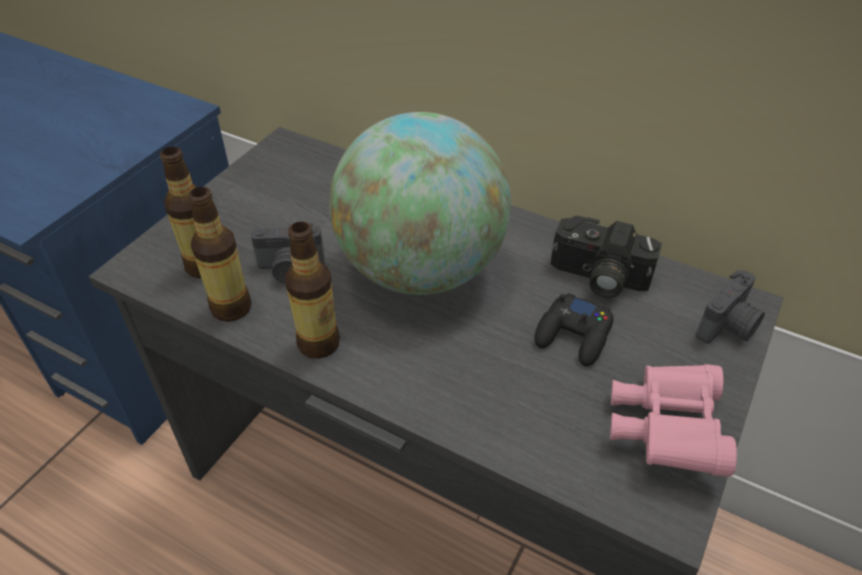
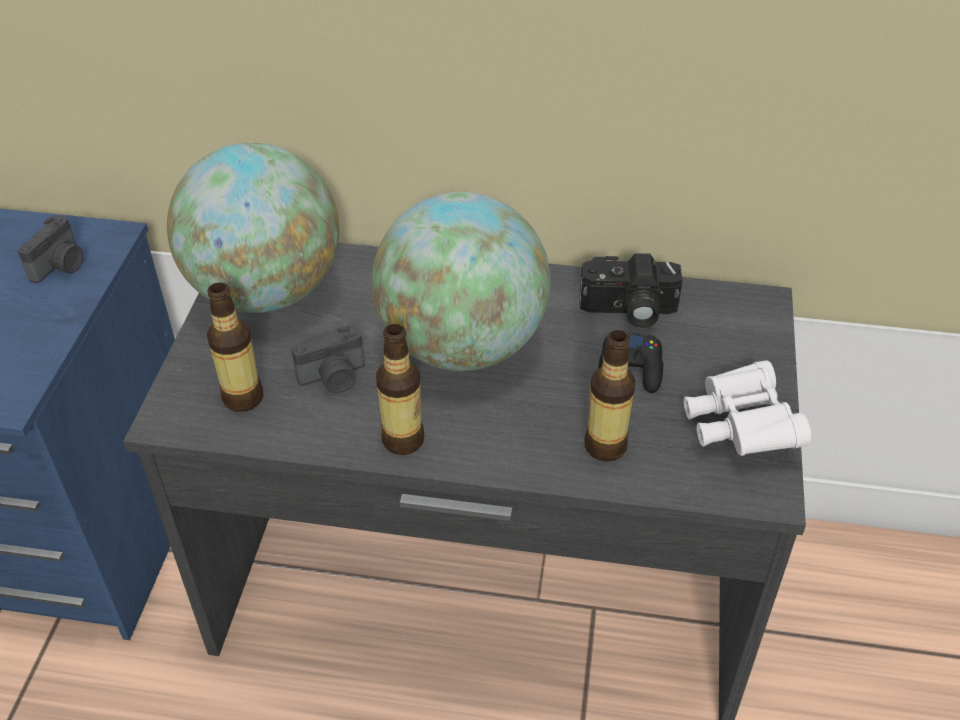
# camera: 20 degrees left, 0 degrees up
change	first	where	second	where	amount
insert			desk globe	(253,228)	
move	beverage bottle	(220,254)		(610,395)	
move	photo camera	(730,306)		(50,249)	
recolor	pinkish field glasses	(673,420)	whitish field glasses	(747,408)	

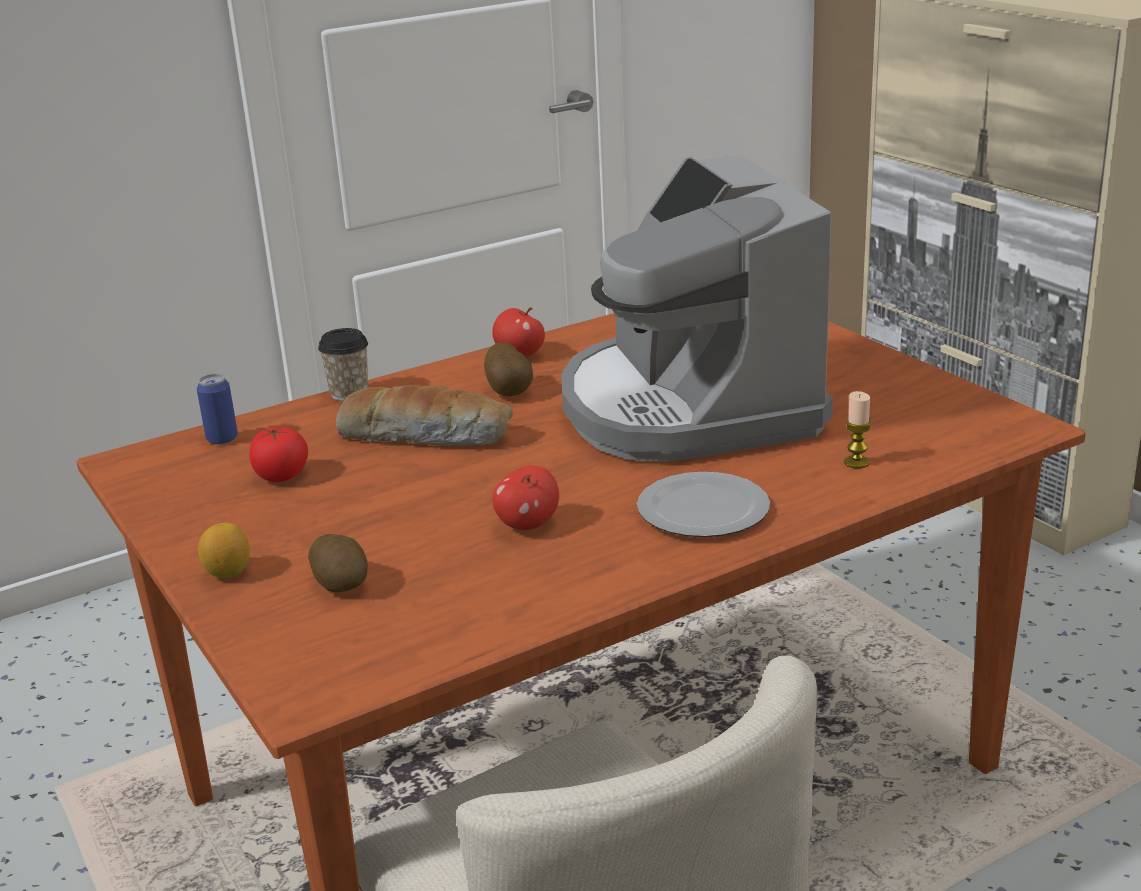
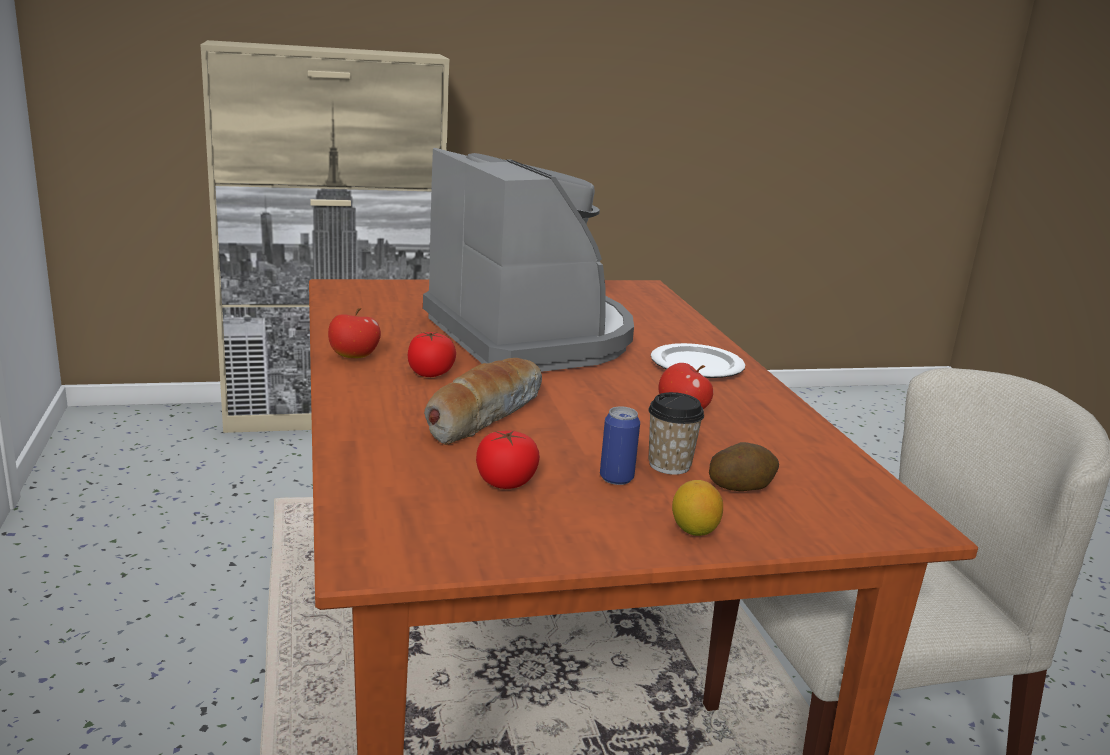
# camera: 75 degrees left, 5 degrees down
change	first	where	second	where	amount
delete	wax light	(858,429)			
move	can	(217,409)		(620,445)	
move	small cup	(343,364)		(676,433)	
replace	whole potato	(508,369)	tomato	(432,354)	
rotate	coffee maker	(697,308)		(528,260)	120 degrees counterclockwise

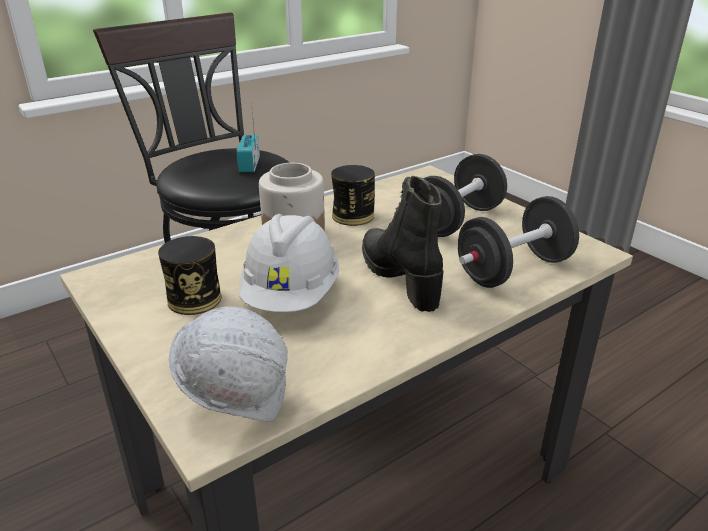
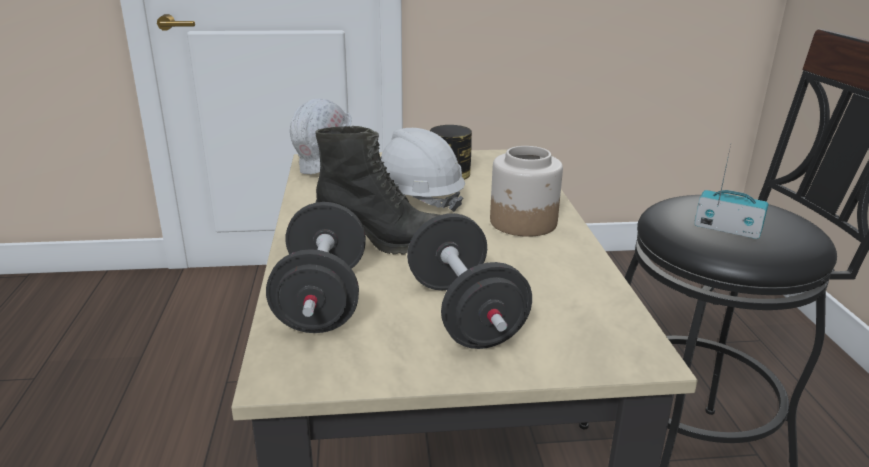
# camera: 120 degrees right, 5 degrees down
change	first	where	second	where	amount
delete	can	(353,195)			

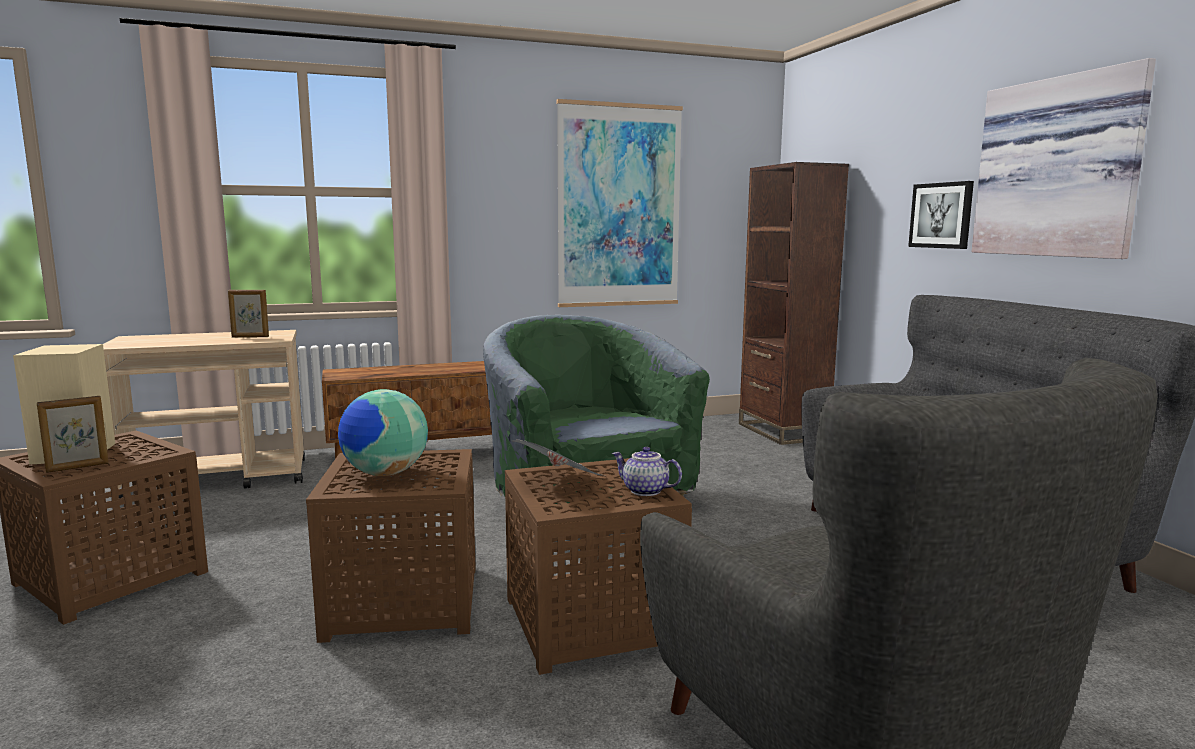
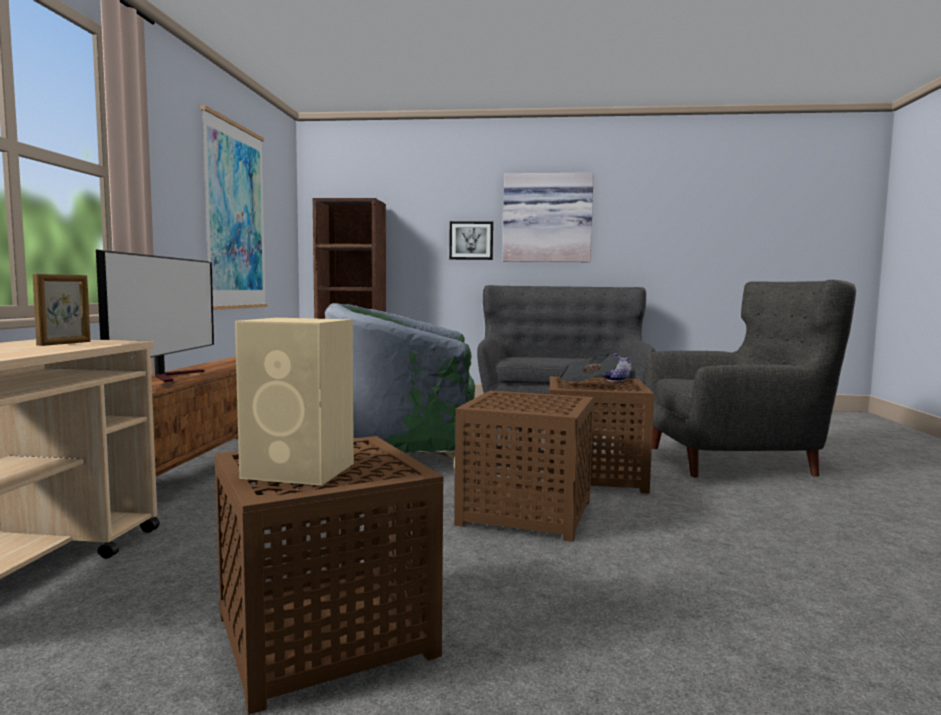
# camera: 65 degrees left, 5 degrees down
change	first	where	second	where	amount
delete	photo frame	(72,434)			
delete	desk globe	(383,432)			
insert			television	(155,316)	

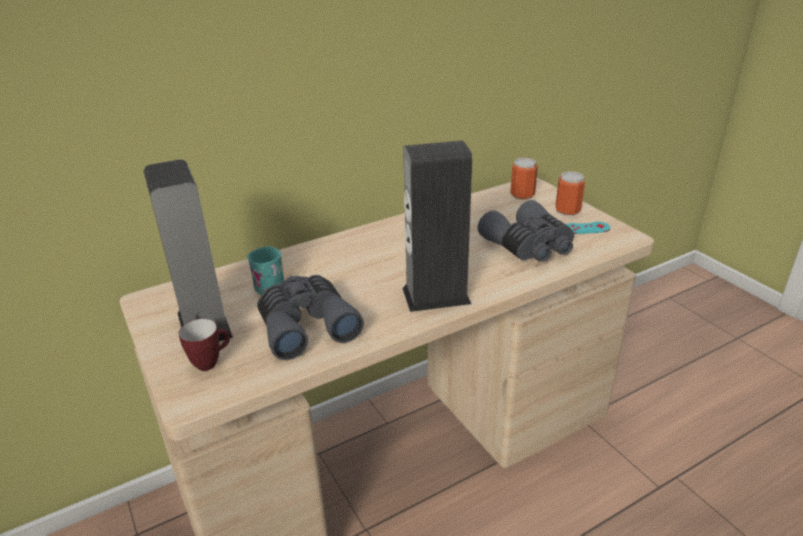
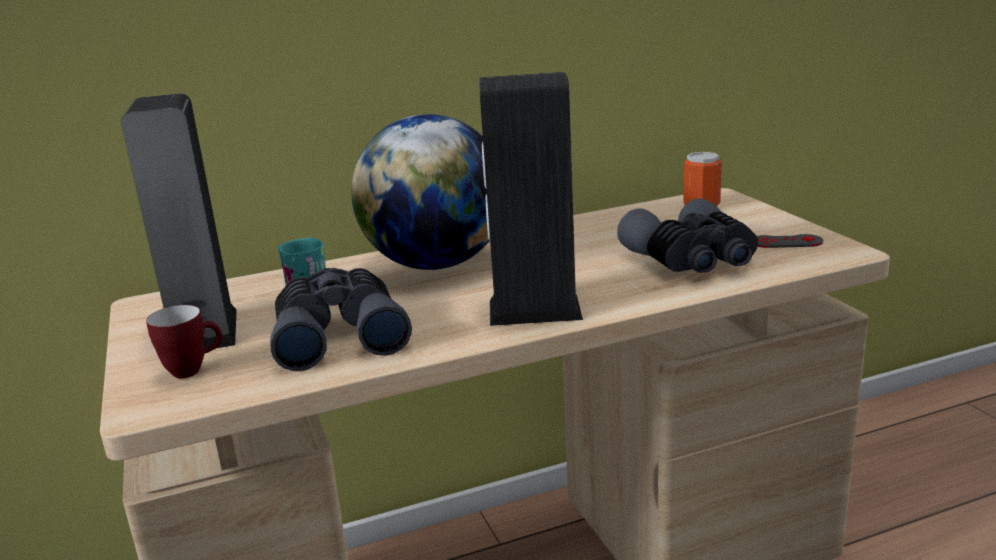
# camera: 10 degrees right, 10 degrees down
change	first	where	second	where	amount
delete	can	(570,194)			
insert			desk globe	(420,192)	
recolor	turquoise-coloured game controller	(588,227)	greyish game controller	(790,241)	

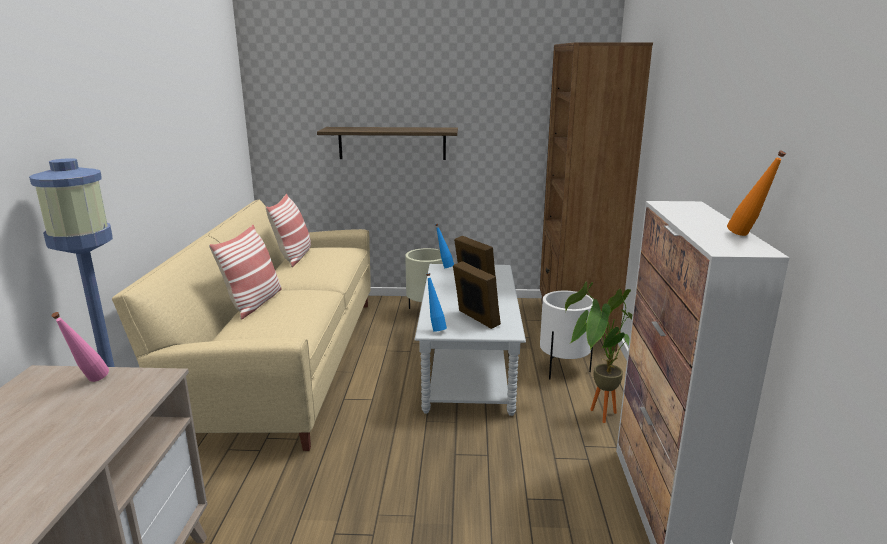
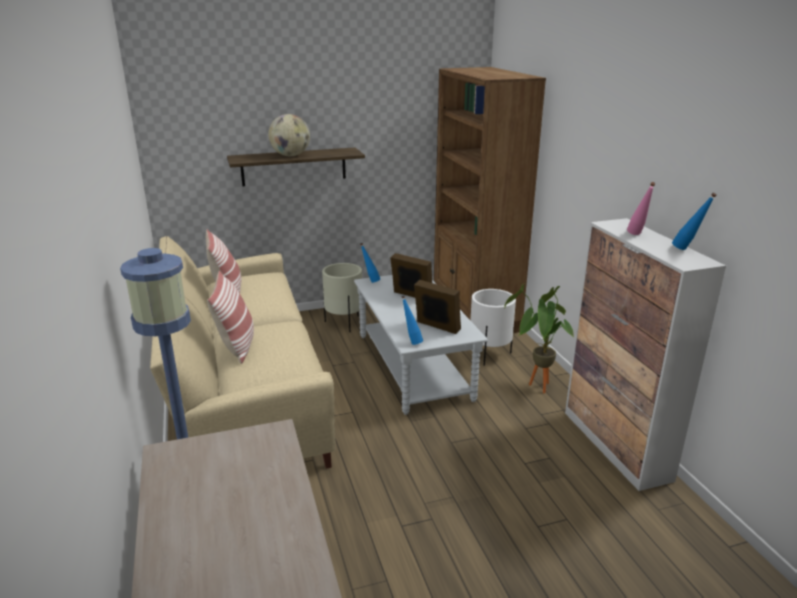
# camera: 20 degrees left, 5 degrees up
change	first	where	second	where	amount
insert			desk globe	(289,135)	
move	pinkish beverage bottle	(80,347)		(641,208)	
recolor	orange beverage bottle	(756,193)	bluish beverage bottle	(694,221)	

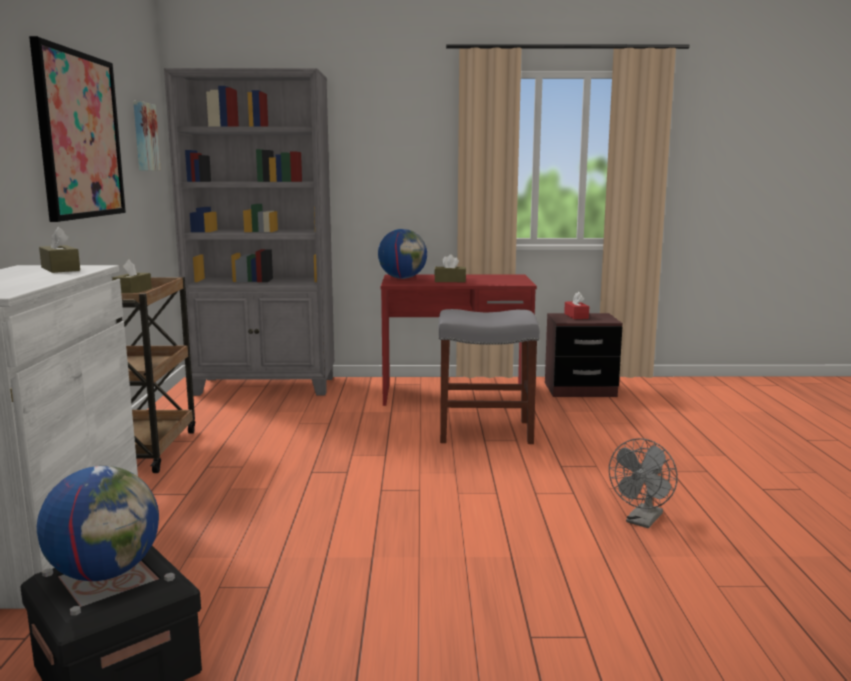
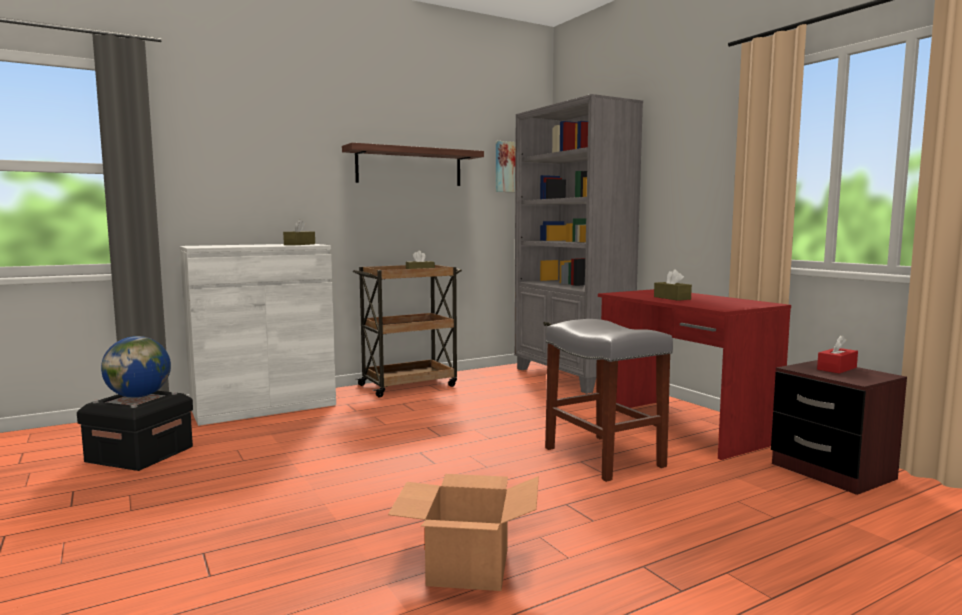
# camera: 60 degrees right, 5 degrees down
change	first	where	second	where	amount
delete	desk globe	(402,254)			
replace	wall art	(77,129)	wall shelf	(413,164)	
replace	greyish cooling fan	(643,483)	cardboard box	(463,532)	

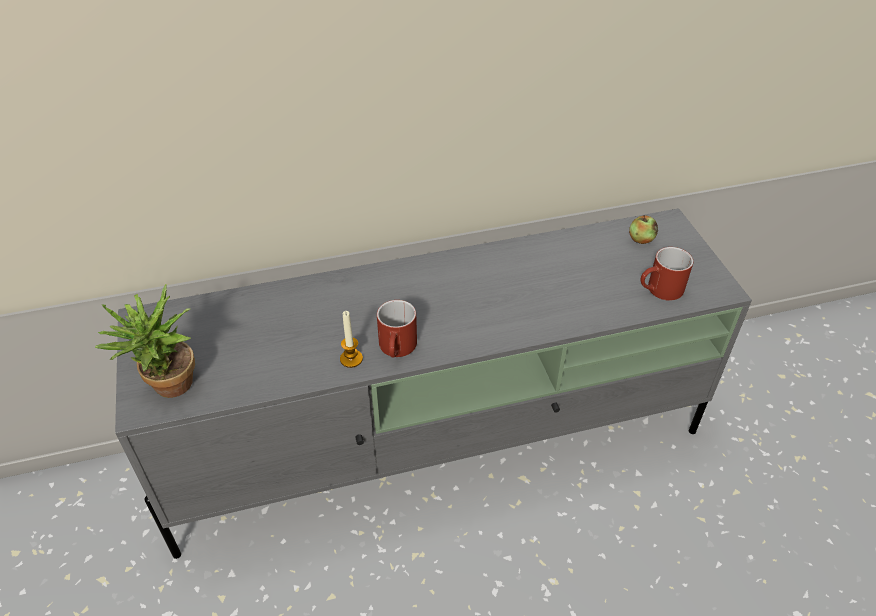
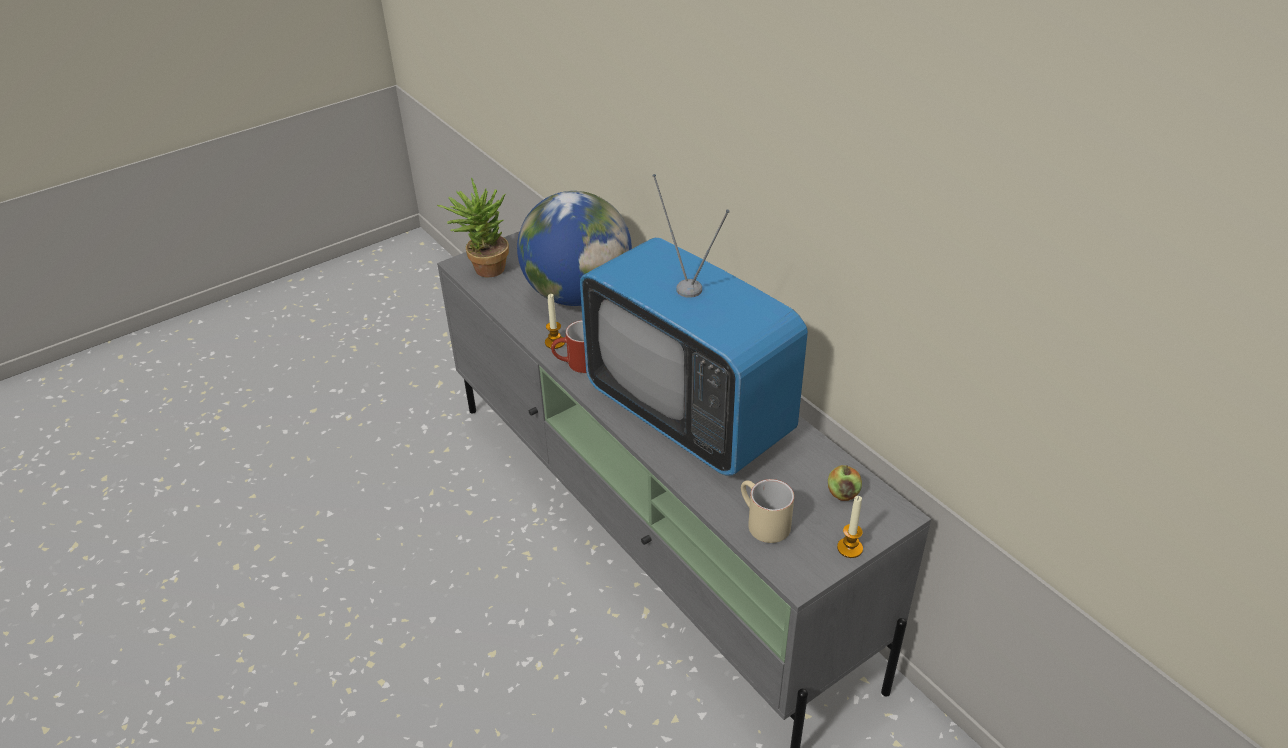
# camera: 70 degrees right, 5 degrees down
change	first	where	second	where	amount
insert			desk globe	(574,248)	
insert			television	(694,325)	
insert			wax light	(850,527)	
recolor	red coffee mug	(667,274)	sand-coloured coffee mug	(767,511)	

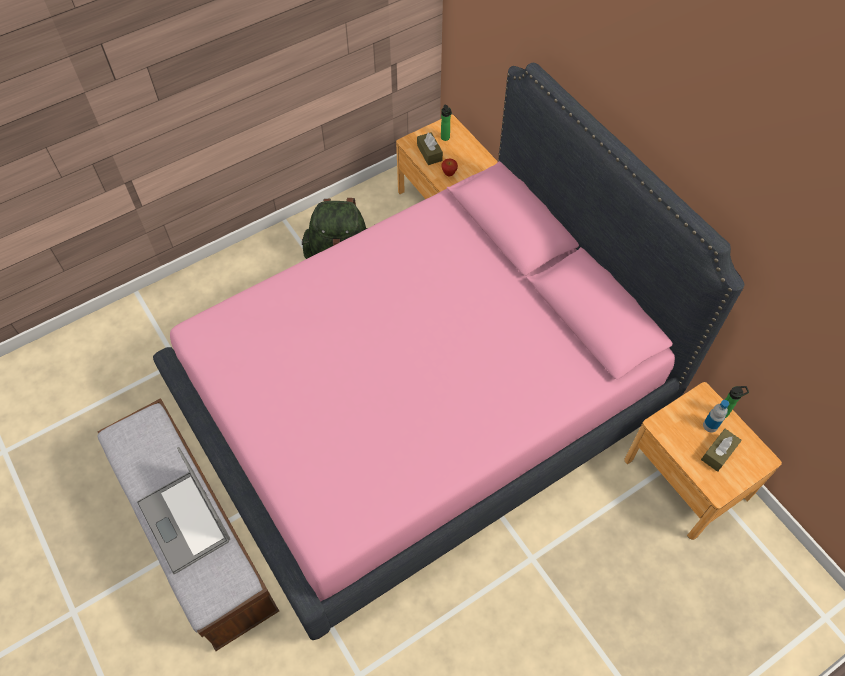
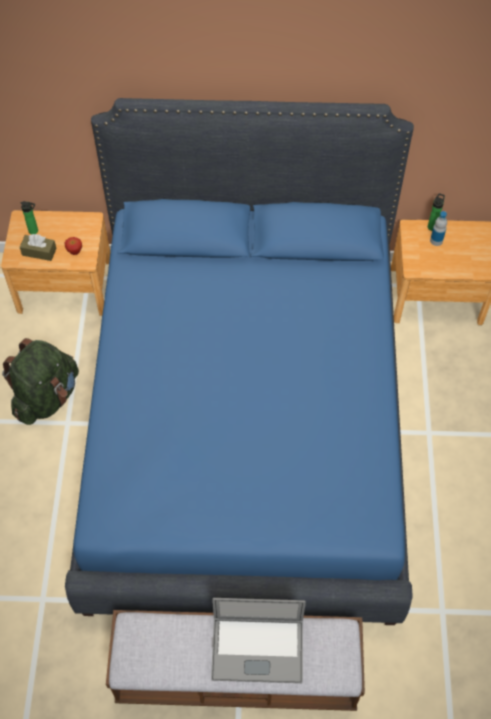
# camera: 55 degrees left, 0 degrees up
change	first	where	second	where	amount
delete	brown tissue holder	(721,450)			
recolor	pinkish sleeping bed	(448,351)	bluish sleeping bed	(239,361)	

